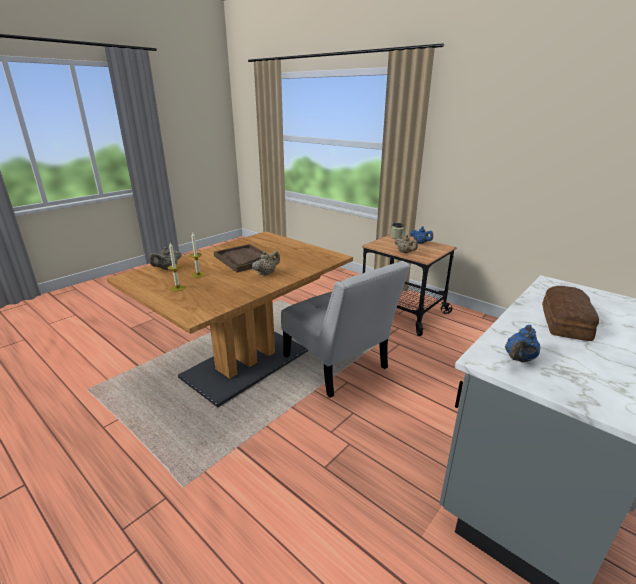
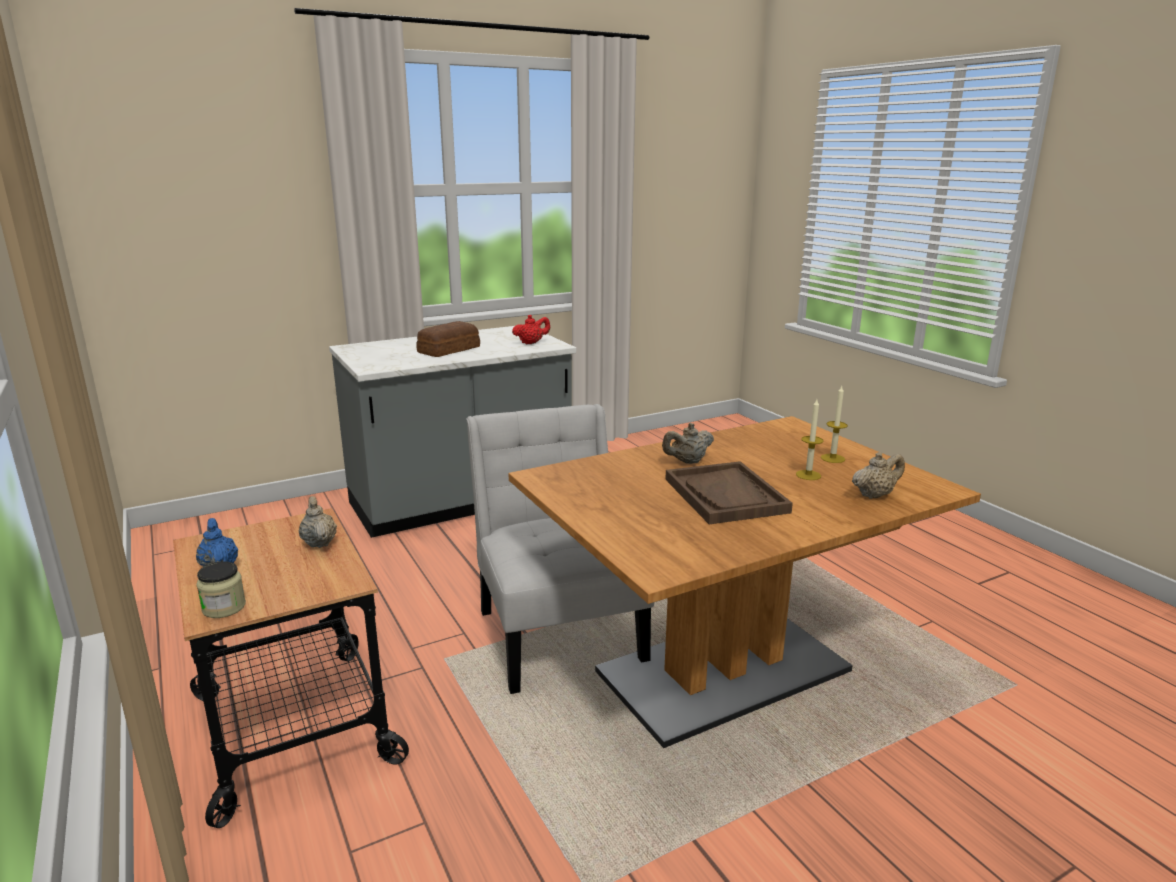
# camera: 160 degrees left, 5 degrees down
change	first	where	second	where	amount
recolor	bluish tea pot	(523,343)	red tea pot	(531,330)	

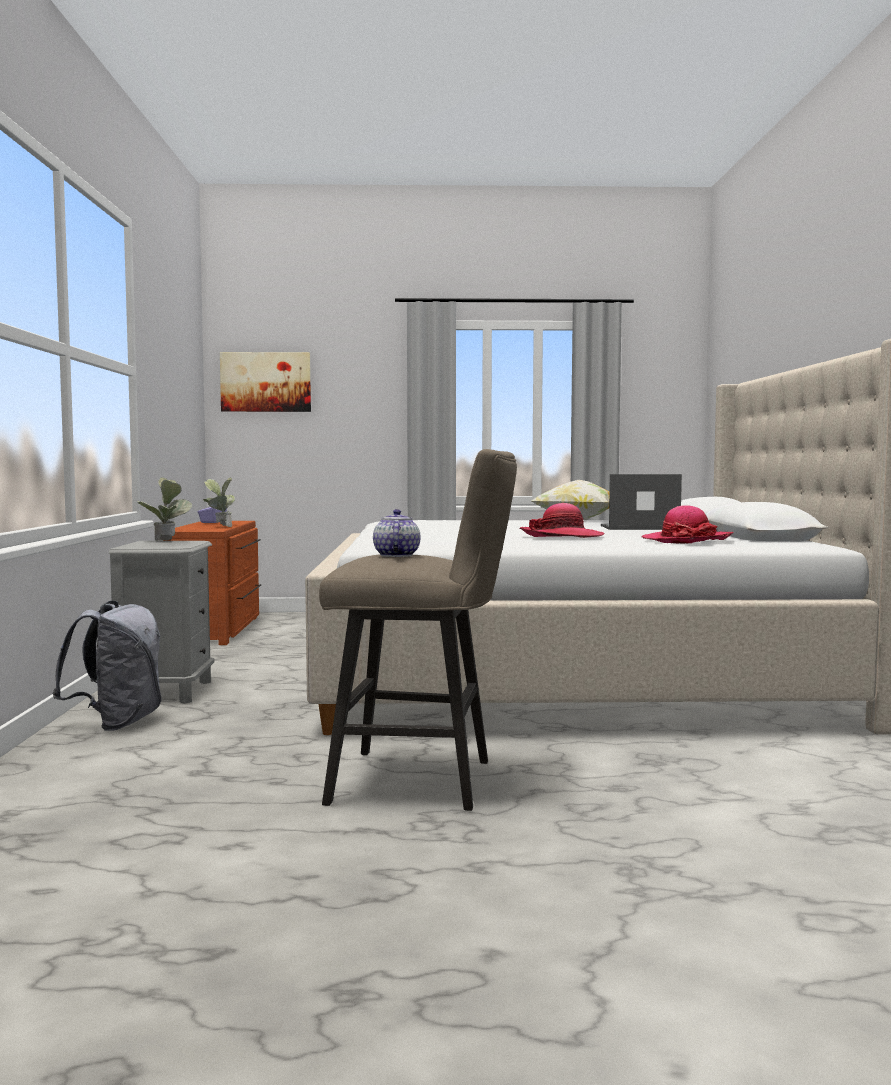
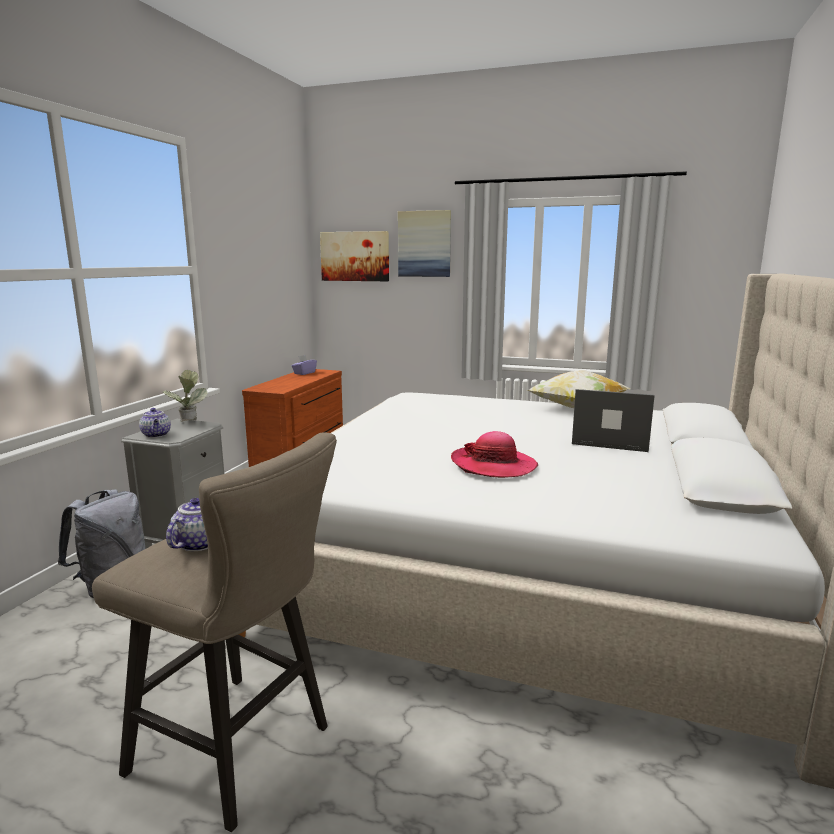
# camera: 20 degrees right, 10 degrees up
change	first	where	second	where	amount
delete	plant in a pot	(219,502)			
delete	clothing hat	(687,524)			
insert			tea pot	(155,423)	
insert			wall art	(424,243)	

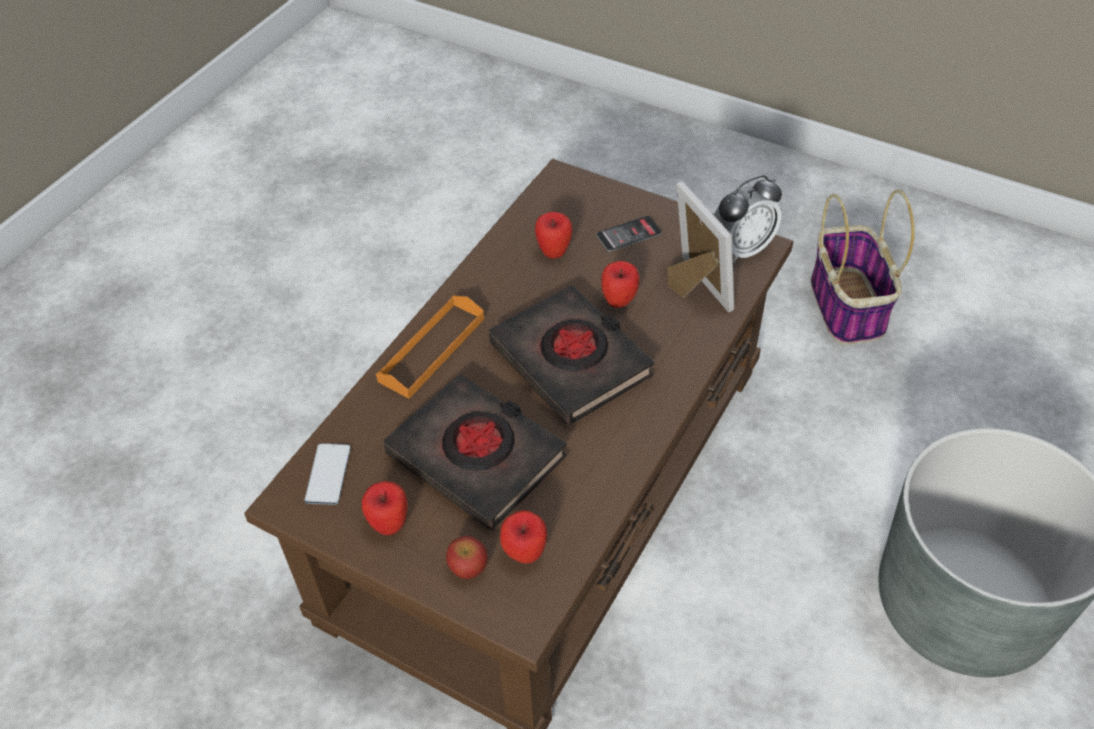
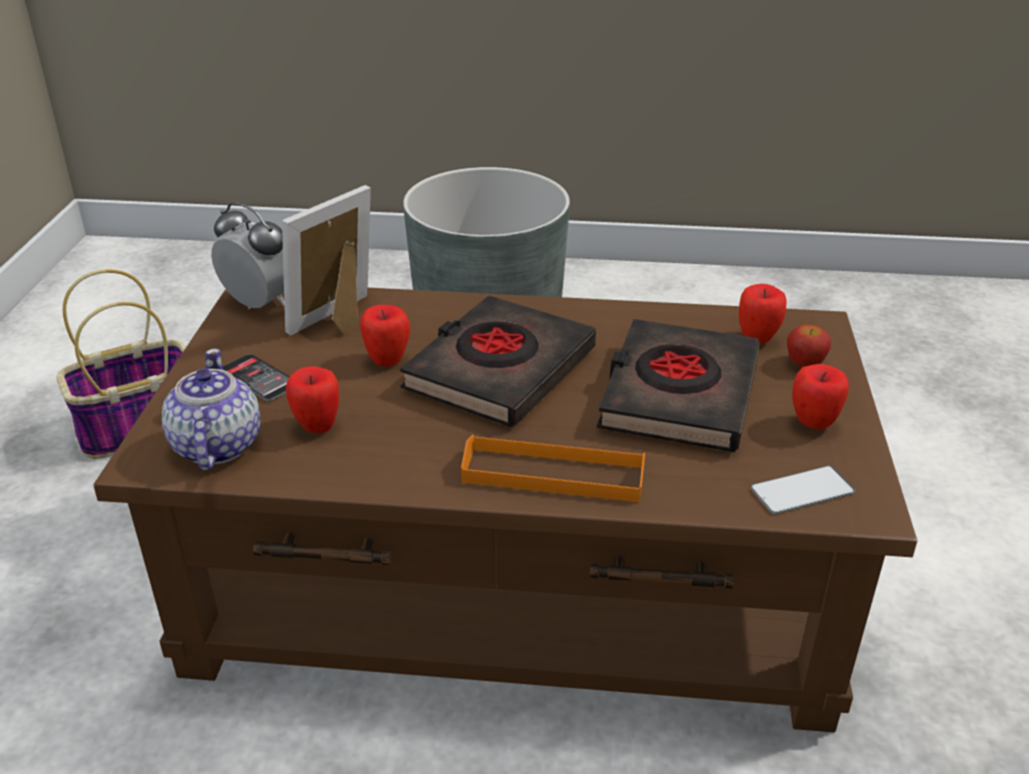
# camera: 115 degrees left, 15 degrees down
change	first	where	second	where	amount
insert			tea pot	(211,410)	

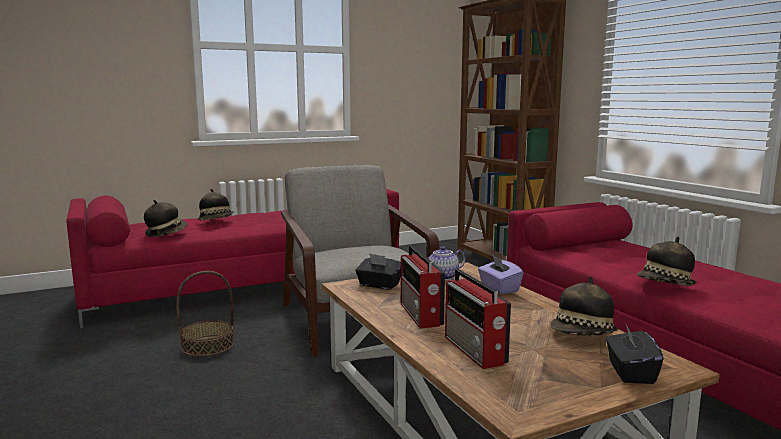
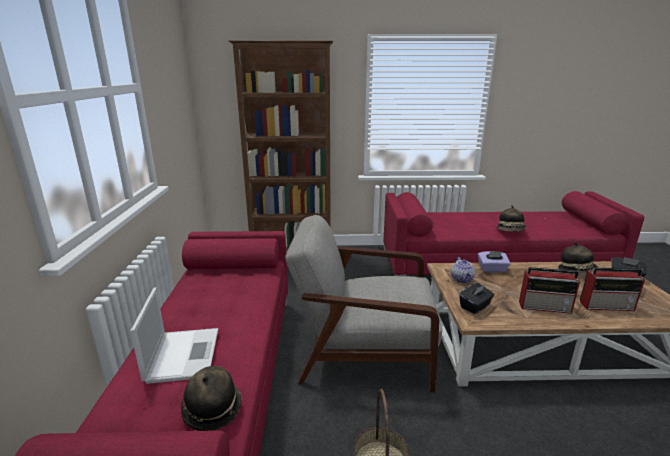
# camera: 65 degrees left, 10 degrees up
change	first	where	second	where	amount
replace	clothing hat	(216,204)	portable computer	(174,335)	

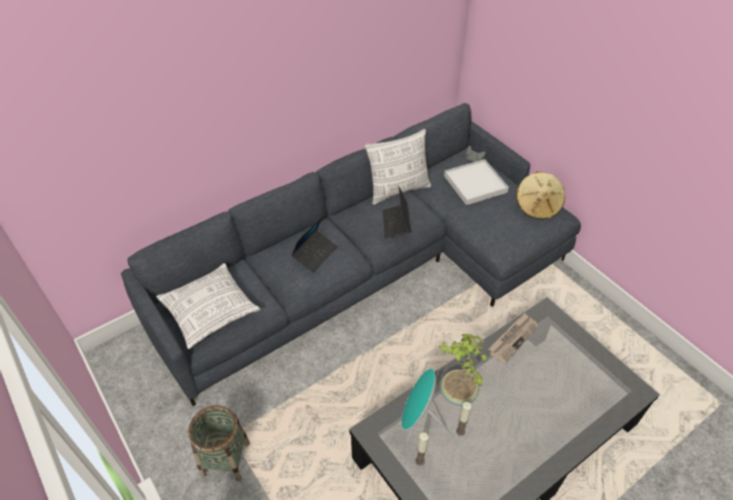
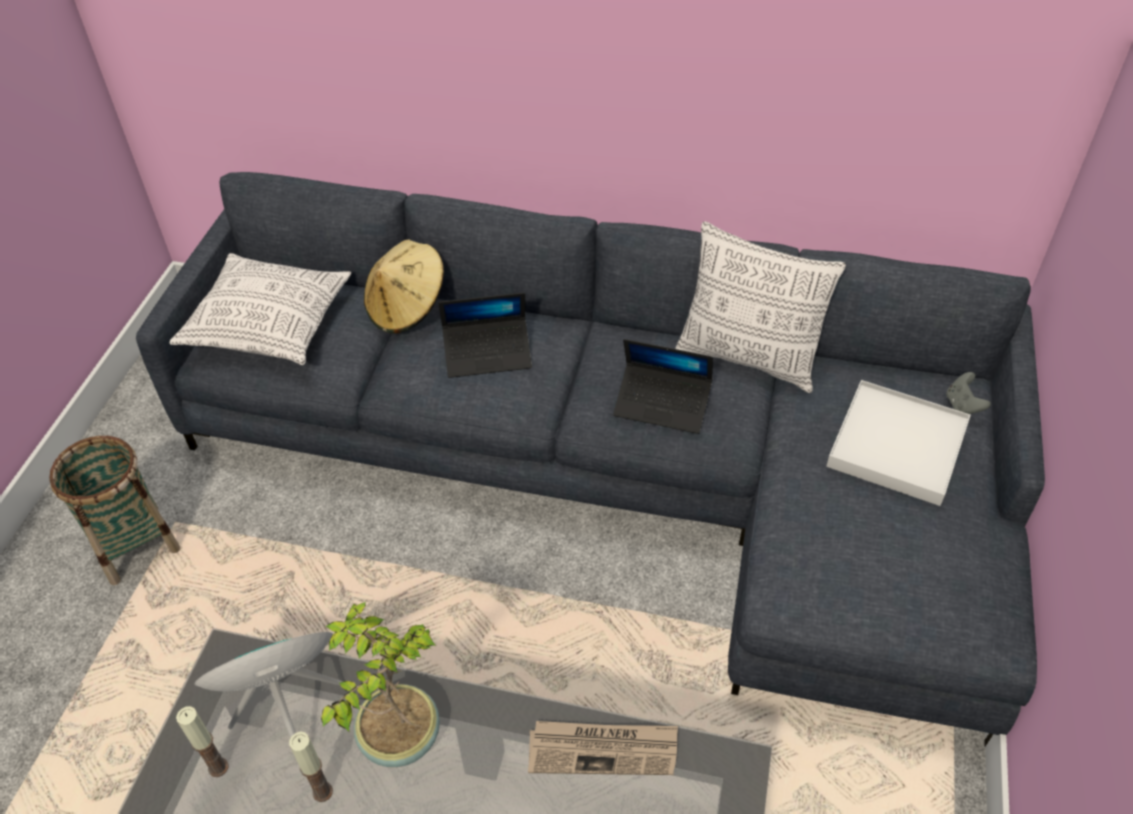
# camera: 50 degrees right, 0 degrees up
change	first	where	second	where	amount
move	sand-coloured clothing hat	(540,195)		(404,286)	
rotate	portable computer	(396,213)		(663,386)	120 degrees counterclockwise

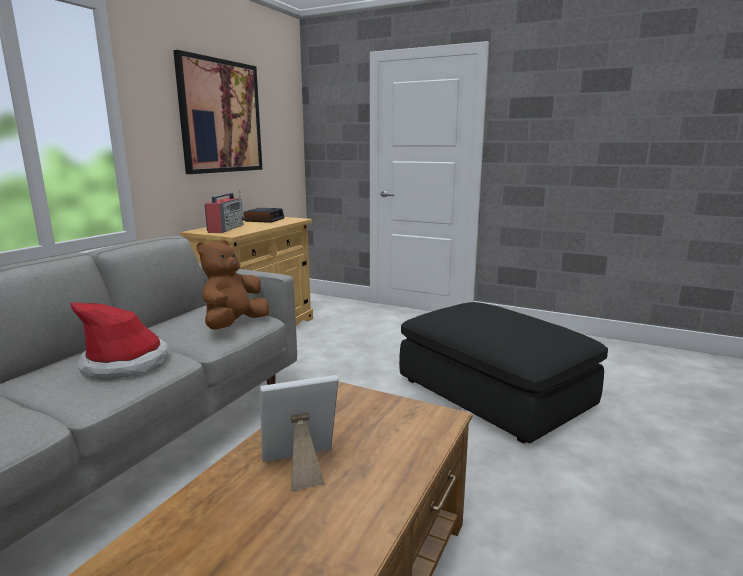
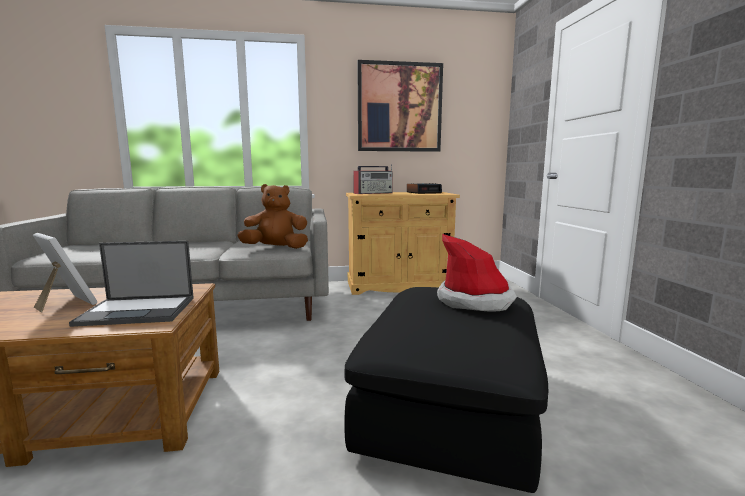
# camera: 55 degrees right, 5 degrees down
change	first	where	second	where	amount
insert			portable computer	(131,284)	
move	clothing hat	(120,342)		(477,273)	

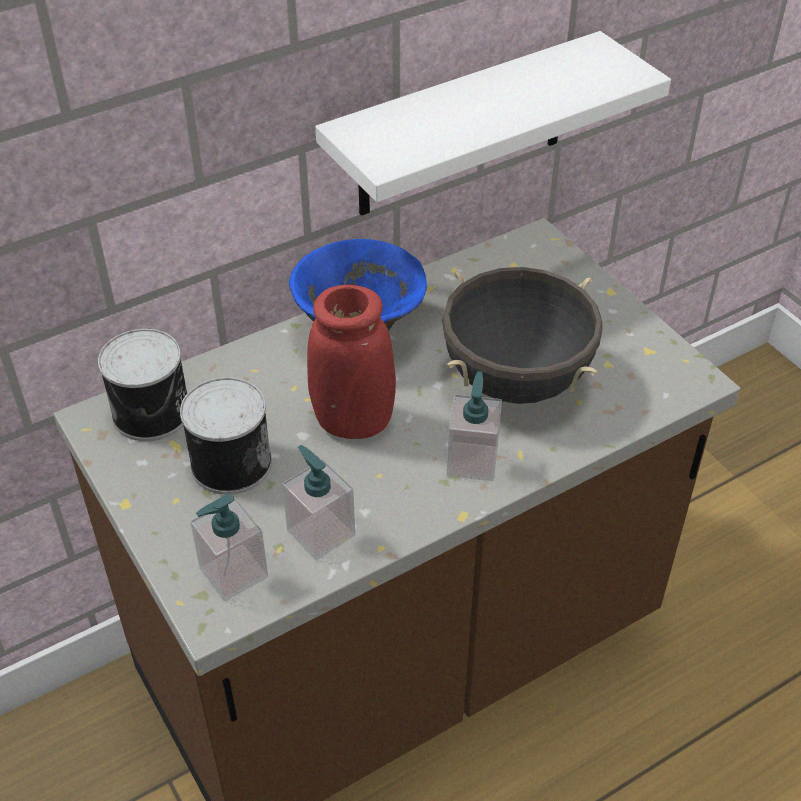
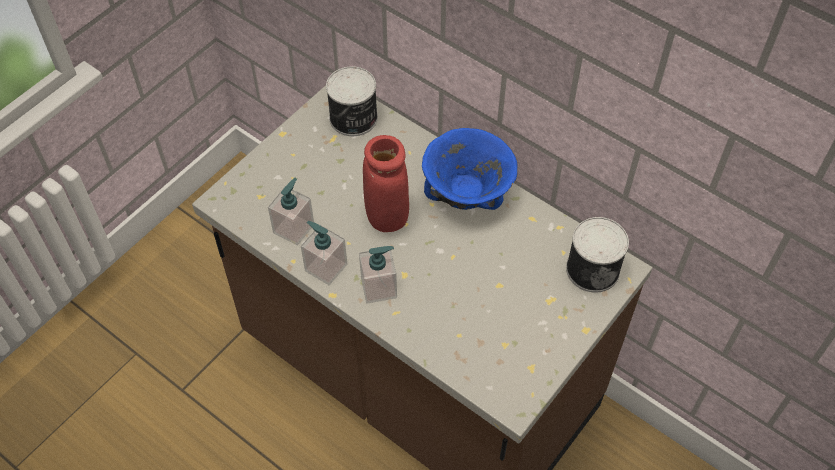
# camera: 70 degrees right, 10 degrees up
change	first	where	second	where	amount
delete	whitish wall shelf	(493,123)			
delete	black stockpot	(522,335)			
move	can	(226,436)		(597,255)	
move	liquid soap bottle	(229,547)		(324,253)	

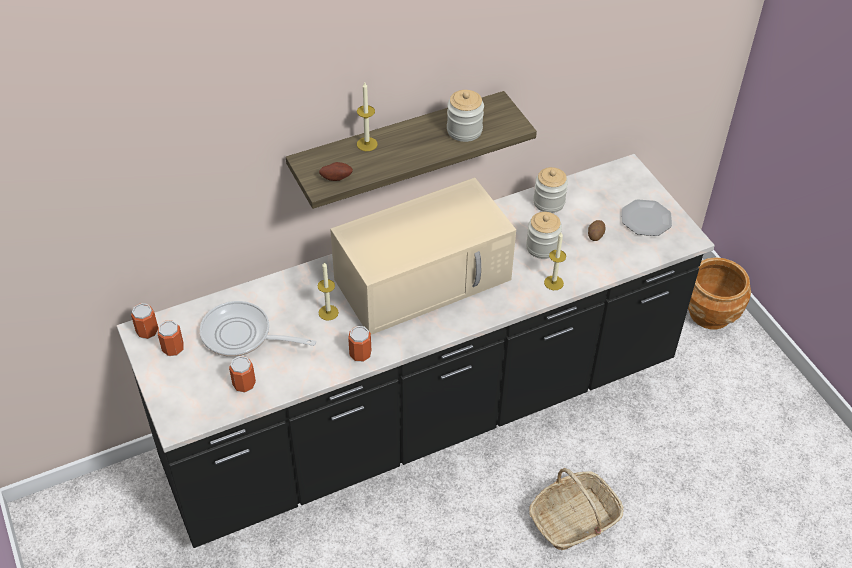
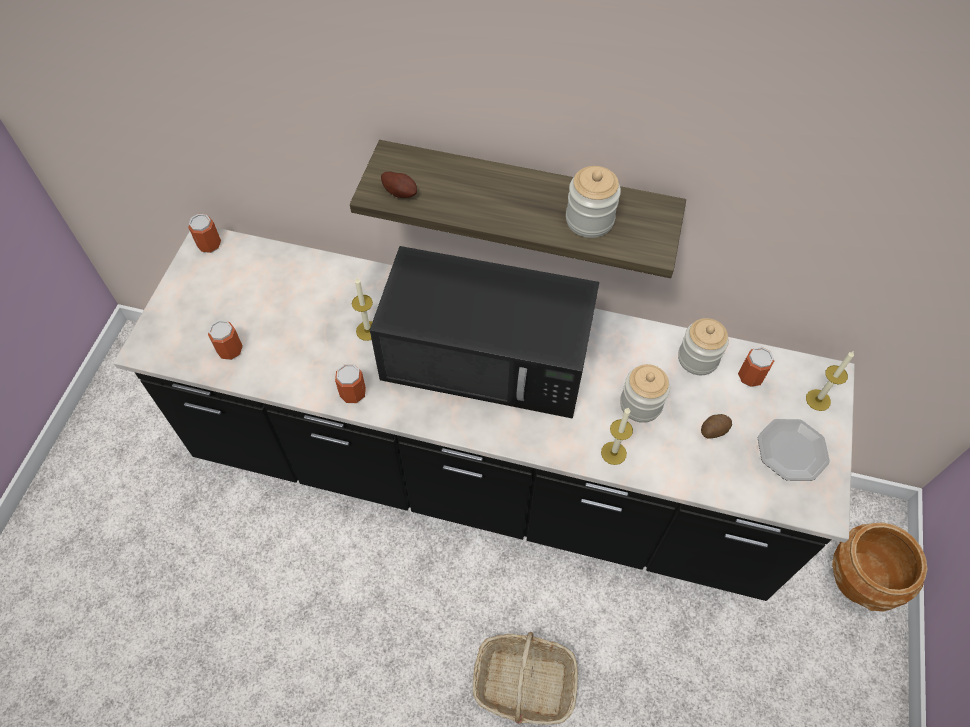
# camera: 40 degrees right, 10 degrees up
change	first	where	second	where	amount
delete	pan	(258,329)			
move	can	(171,338)		(756,367)	
move	wax light	(367,116)		(830,381)	
recolor	sand-coloured microwave	(423,256)	black microwave	(484,332)	

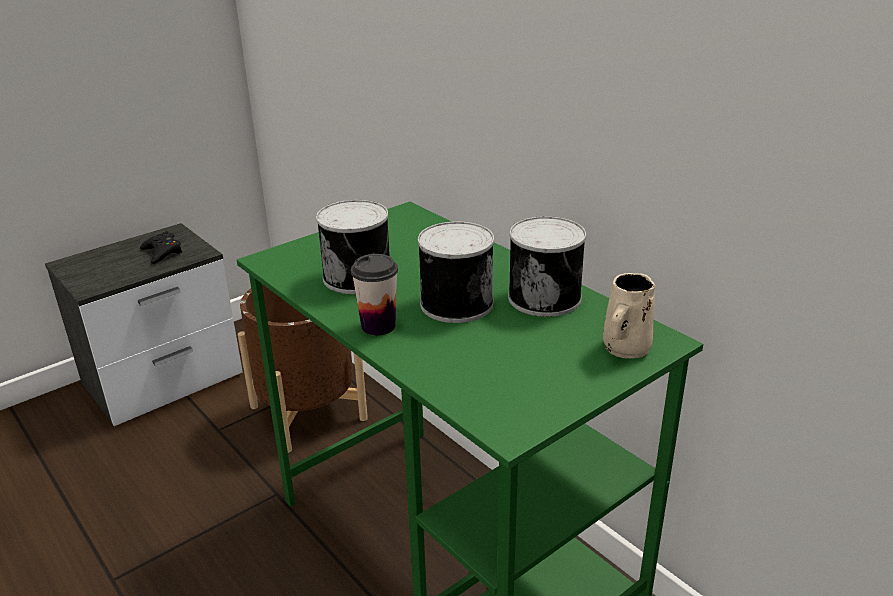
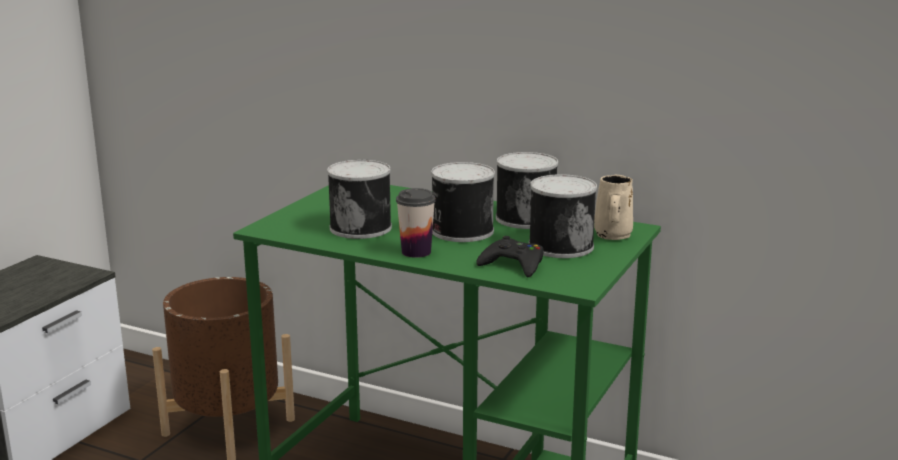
# camera: 25 degrees left, 10 degrees down
change	first	where	second	where	amount
insert			can	(563,216)	
move	black game controller	(161,247)		(509,256)	

